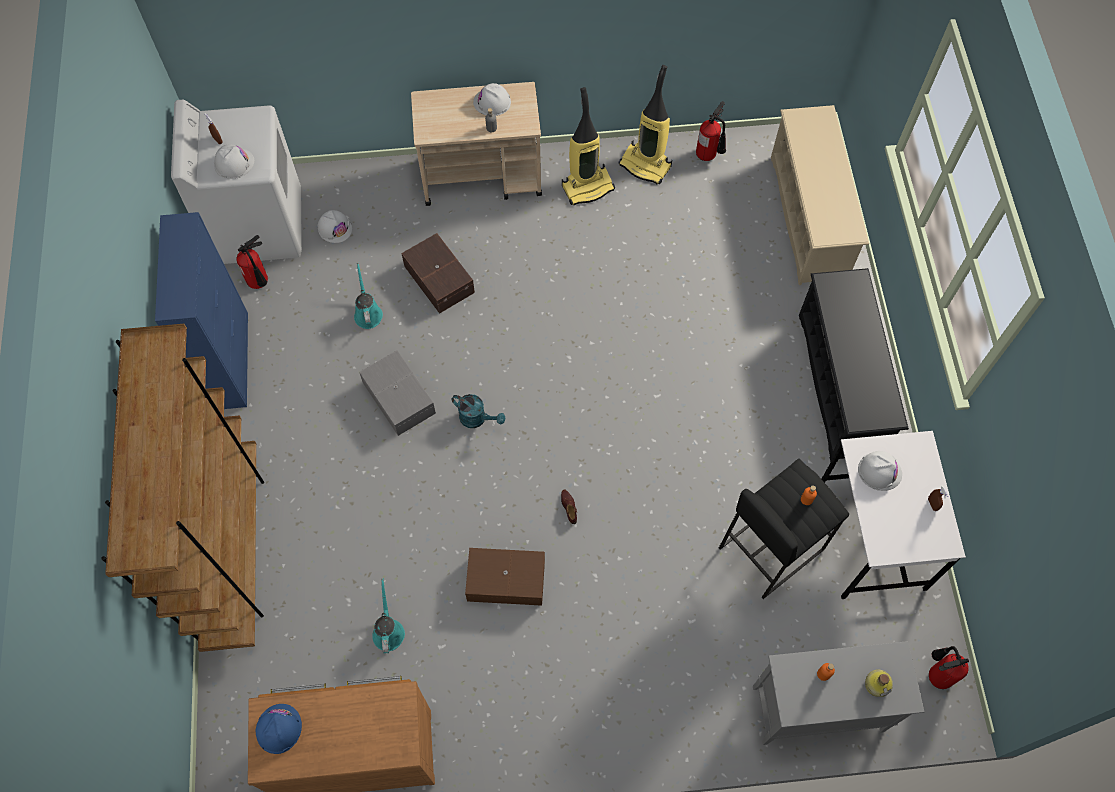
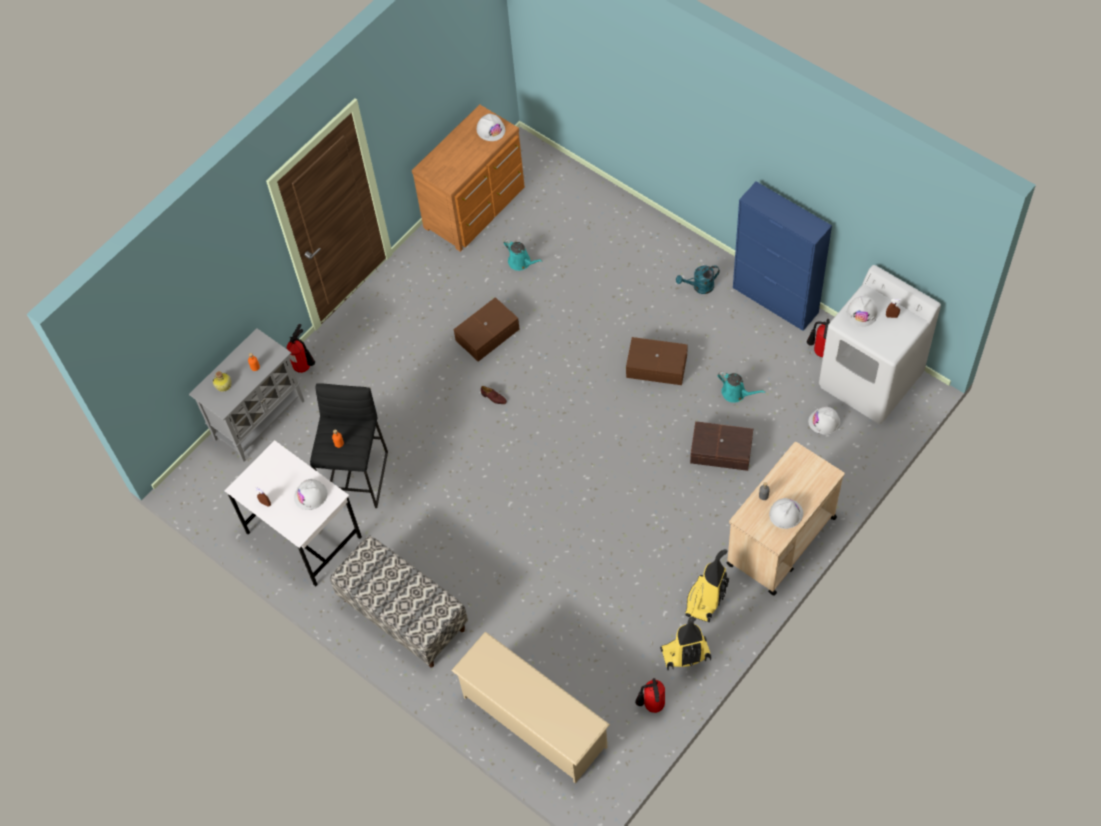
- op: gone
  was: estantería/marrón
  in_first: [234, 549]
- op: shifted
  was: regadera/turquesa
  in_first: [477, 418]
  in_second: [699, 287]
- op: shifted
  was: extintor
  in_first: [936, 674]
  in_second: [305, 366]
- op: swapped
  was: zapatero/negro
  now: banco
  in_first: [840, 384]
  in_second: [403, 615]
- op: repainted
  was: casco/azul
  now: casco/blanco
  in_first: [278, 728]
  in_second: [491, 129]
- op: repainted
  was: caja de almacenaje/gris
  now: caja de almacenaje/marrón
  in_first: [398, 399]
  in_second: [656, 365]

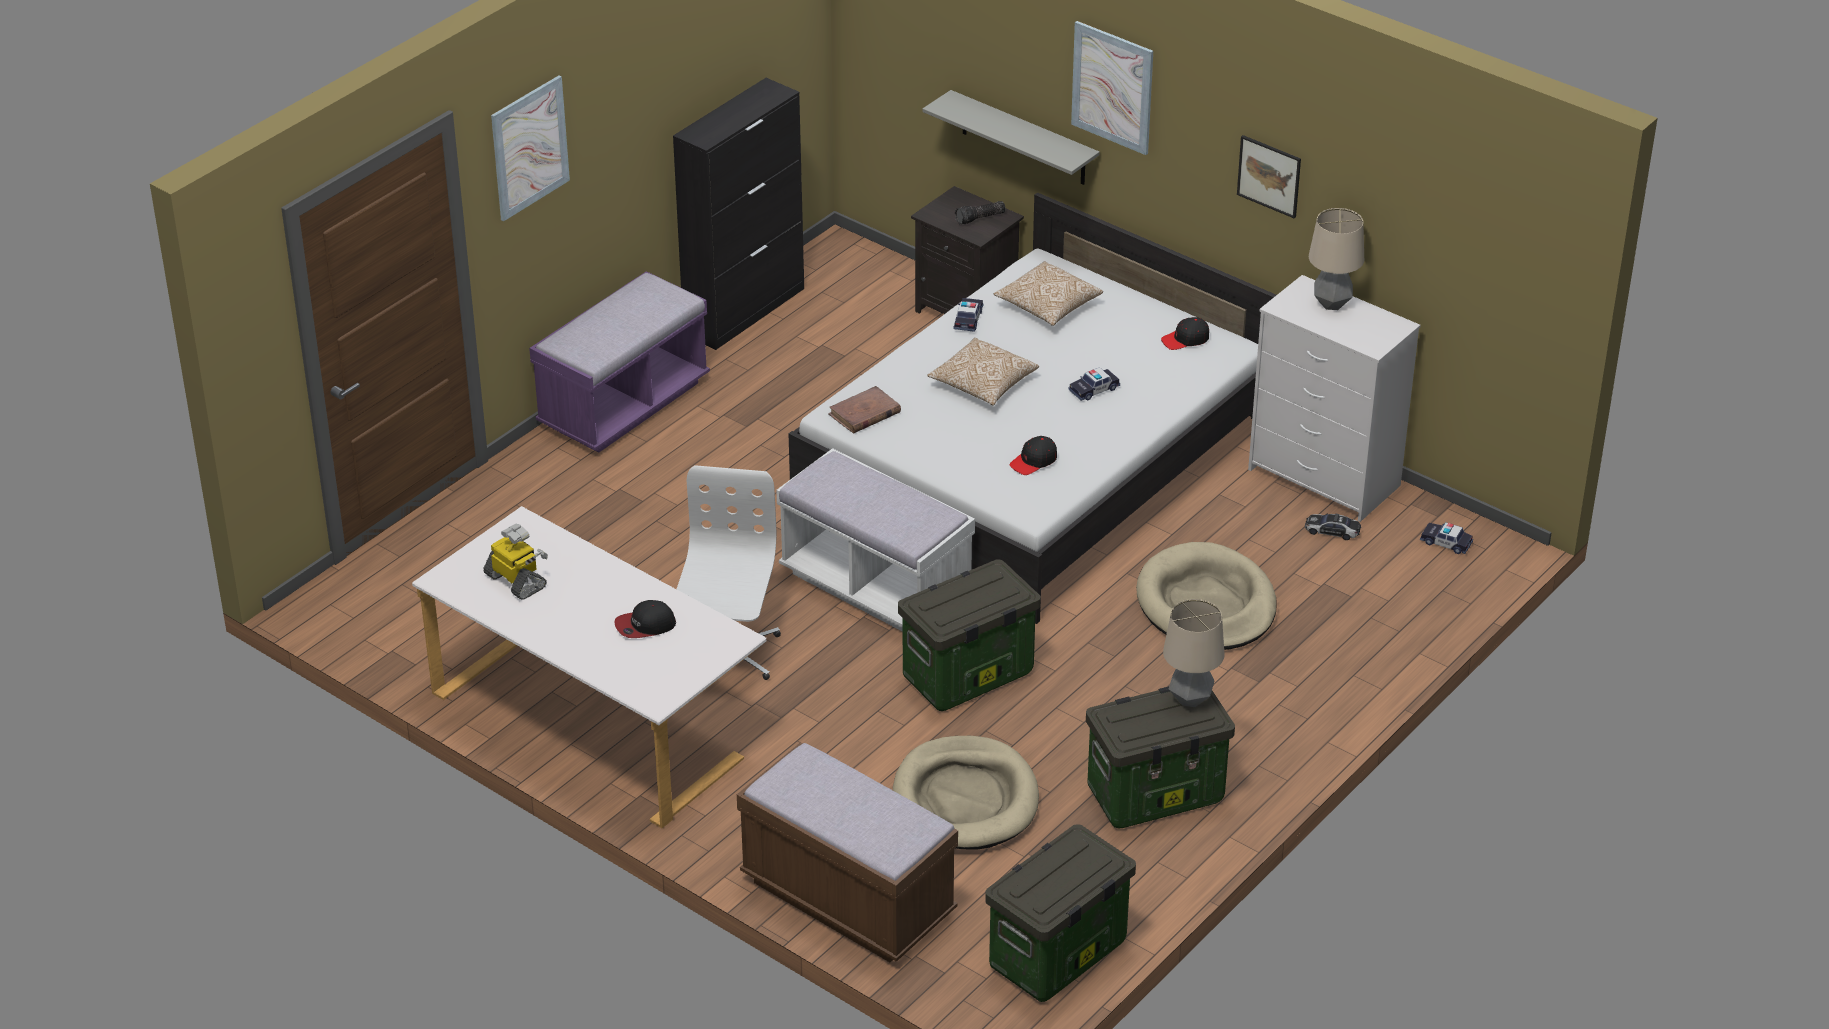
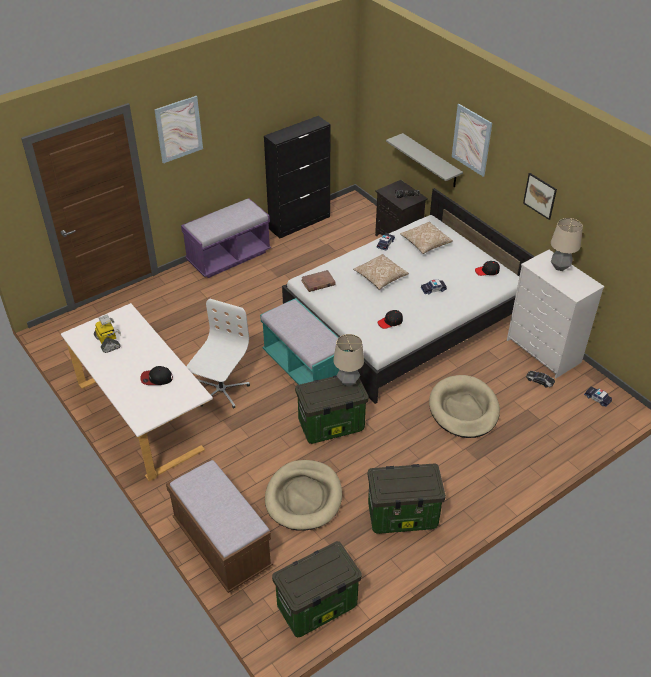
- op: shifted
  was: lámpara de mesa
  in_first: [1191, 699]
  in_second: [348, 382]
- op: repainted
  was: banco/blanco
  now: banco/turquesa
  in_first: [876, 587]
  in_second: [305, 369]

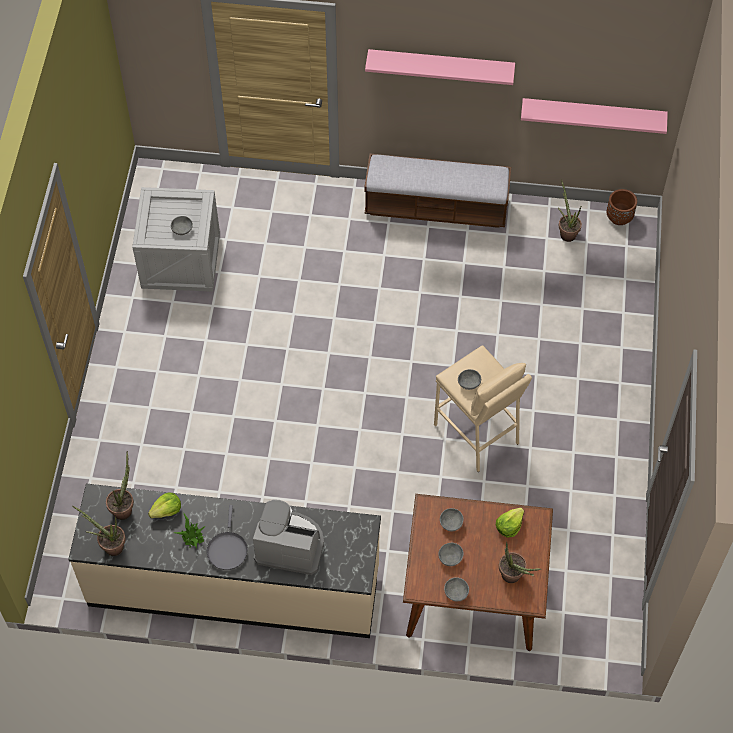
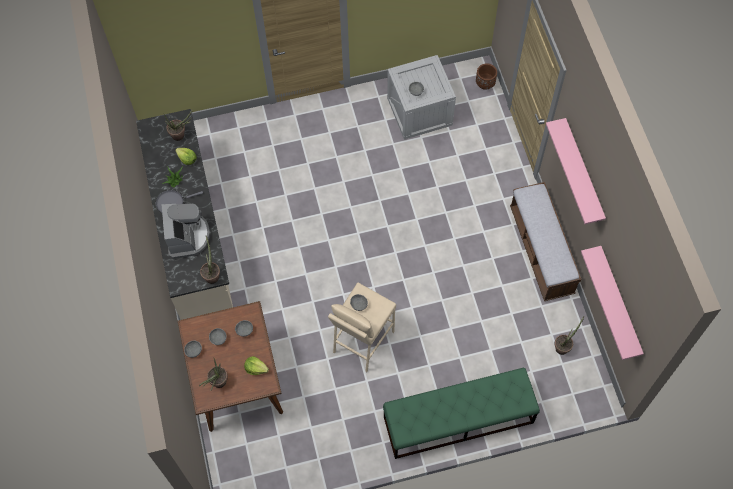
- op: new
  now: banco/verde
  in_second: [458, 420]
- op: shifted
  was: planta en maceta
  in_first: [110, 546]
  in_second: [212, 274]
- op: shifted
  was: maceta/marrón
  in_first: [619, 217]
  in_second: [485, 83]

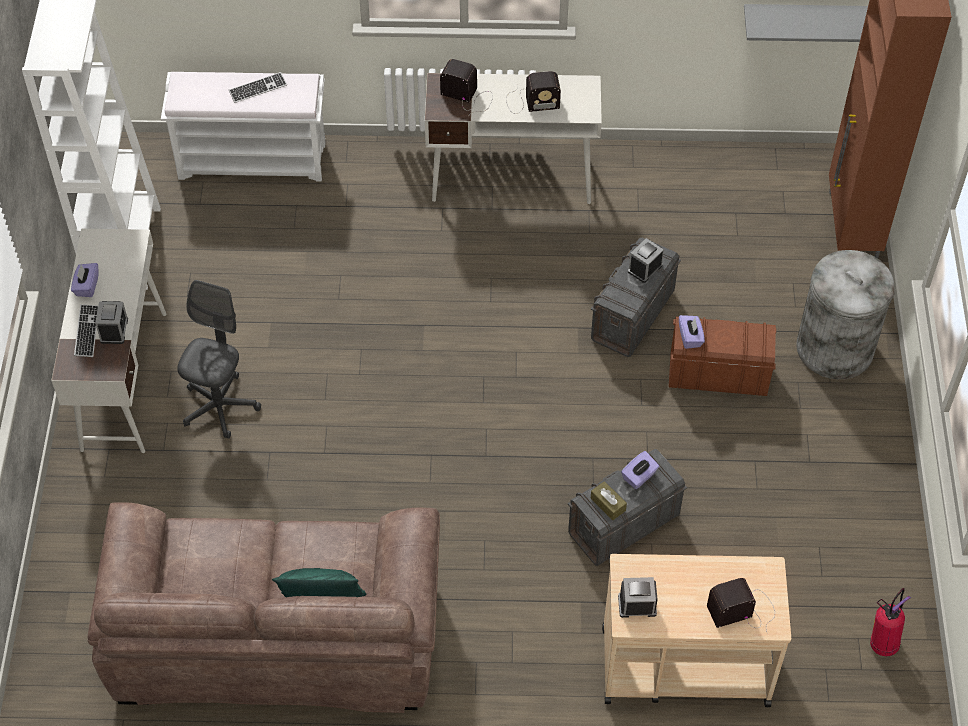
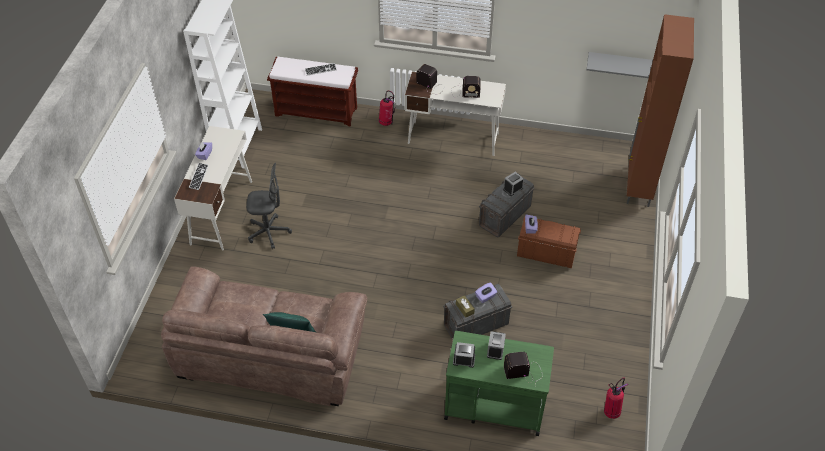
- op: gone
  was: papelera/gris
  in_first: [835, 348]
- op: new
  now: extintor
  in_second: [386, 123]
- op: shifted
  was: despertador
  in_first: [114, 330]
  in_second: [495, 350]
- op: repainted
  was: banco/blanco
  now: banco/marrón
  in_first: [254, 160]
  in_second: [317, 111]
- op: repainted
  was: carrito/beis
  now: carrito/verde
  in_first: [683, 665]
  in_second: [493, 405]
- op: rotated
  was: silla de oficina/gris
  in_first: [220, 407]
  in_second: [269, 232]
  clockwise: 60

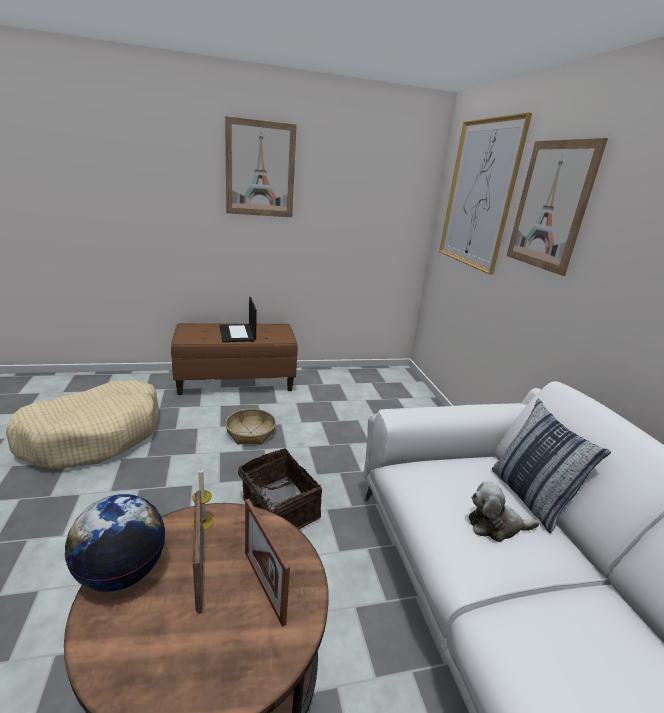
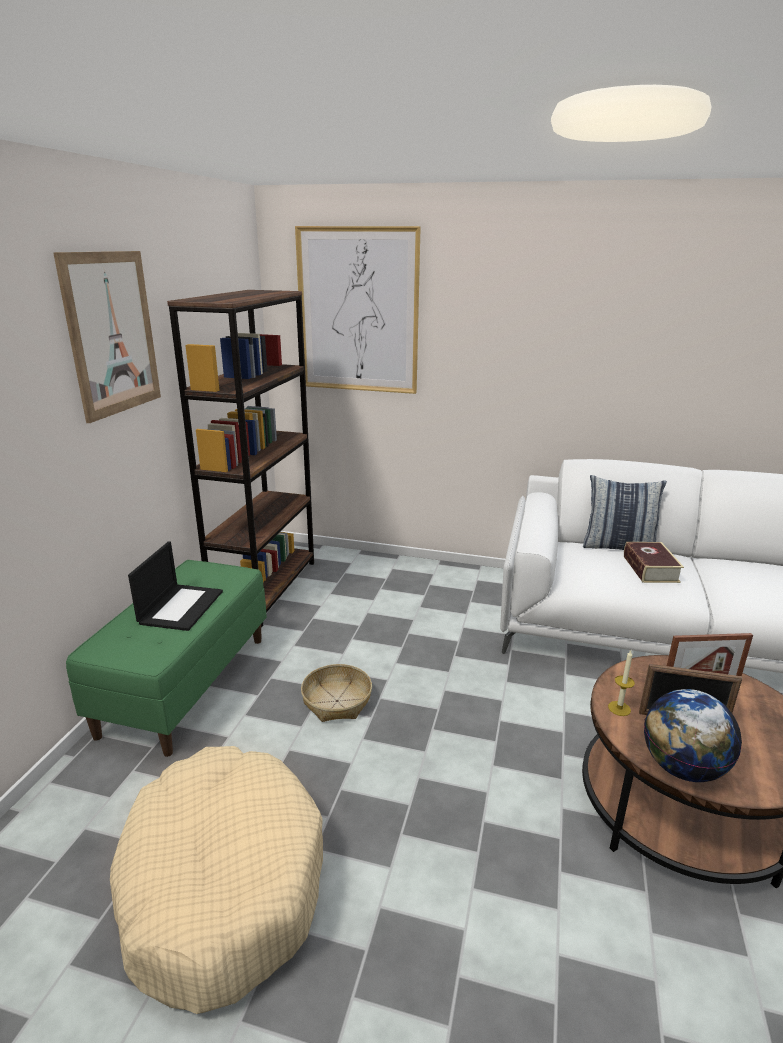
- op: gone
  was: cesta
  in_first: [278, 509]
- op: gone
  was: cuadro
  in_first: [550, 206]
- op: new
  now: estantería/marrón
  in_second: [266, 588]
- op: swapped
  was: peluche
  now: libro
  in_first: [496, 525]
  in_second: [650, 569]
- op: repainted
  was: banco/marrón
  now: banco/verde
  in_first: [236, 381]
  in_second: [186, 683]
- op: rotated
  was: portátil
  in_first: [237, 333]
  in_second: [181, 607]
  clockwise: -90

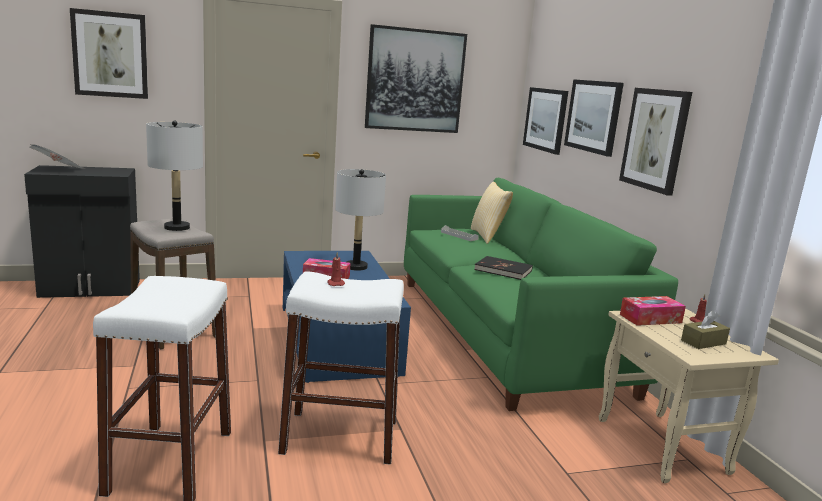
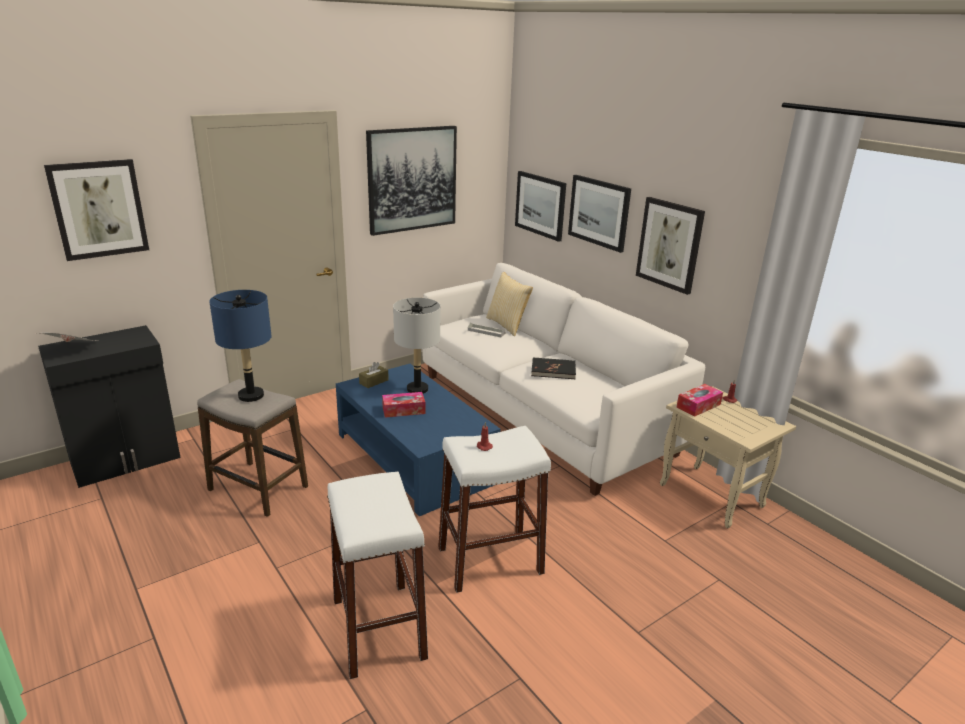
- op: shifted
  was: caja de pañuelos/marrón
  in_first: [703, 342]
  in_second: [374, 381]
- op: repainted
  was: lámpara de mesa/gris
  now: lámpara de mesa/azul
  in_first: [177, 228]
  in_second: [251, 396]
- op: repainted
  was: sofá/verde
  now: sofá/blanco
  in_first: [504, 332]
  in_second: [542, 412]

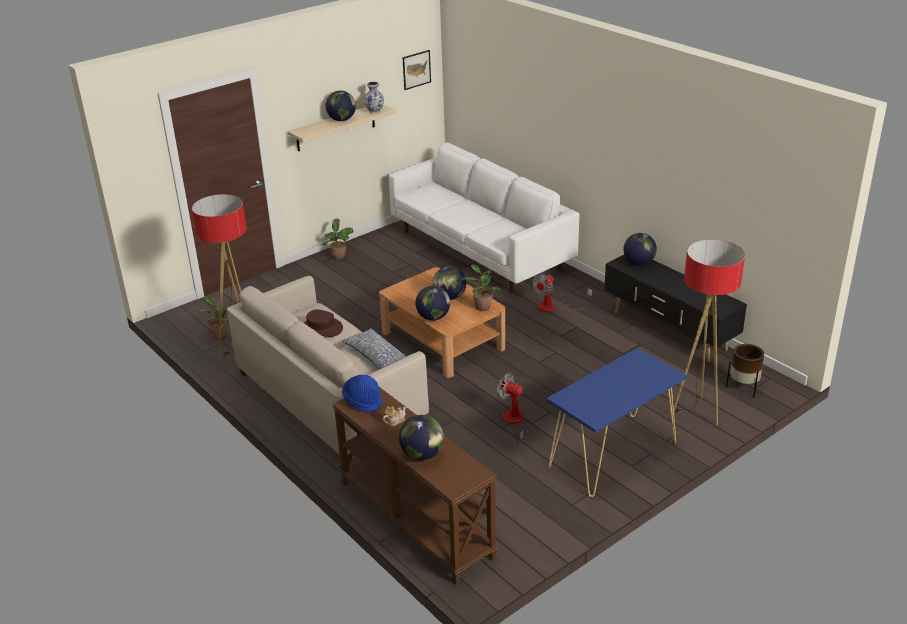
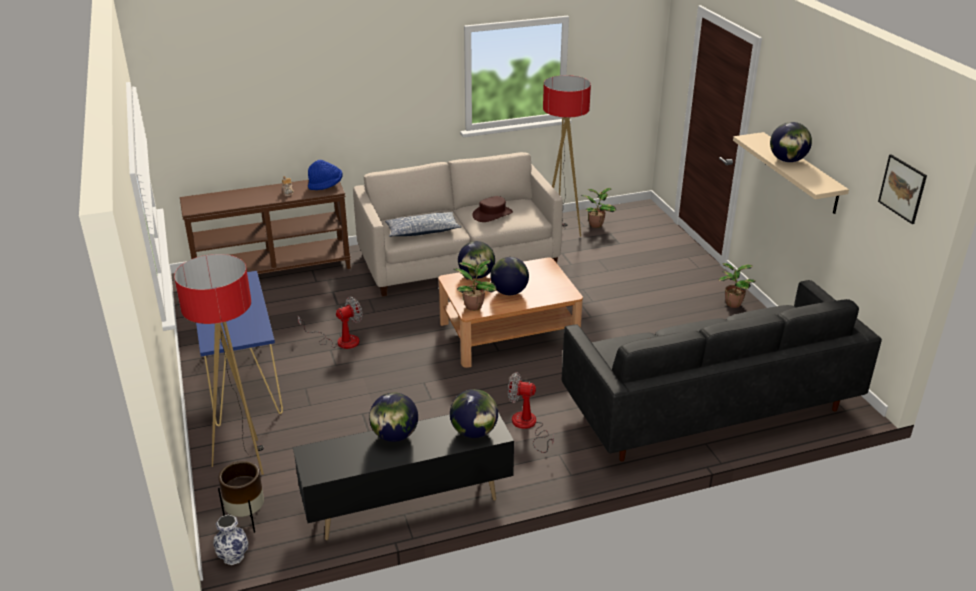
- op: shifted
  was: florero
  in_first: [374, 111]
  in_second: [233, 556]
- op: shifted
  was: globo terráqueo
  in_first: [422, 455]
  in_second: [394, 436]
- op: repainted
  was: sofá/blanco
  now: sofá/negro
  in_first: [480, 251]
  in_second: [707, 407]
- op: rotated
  was: ventilador
  in_first: [553, 307]
  in_second: [528, 426]
  clockwise: -45

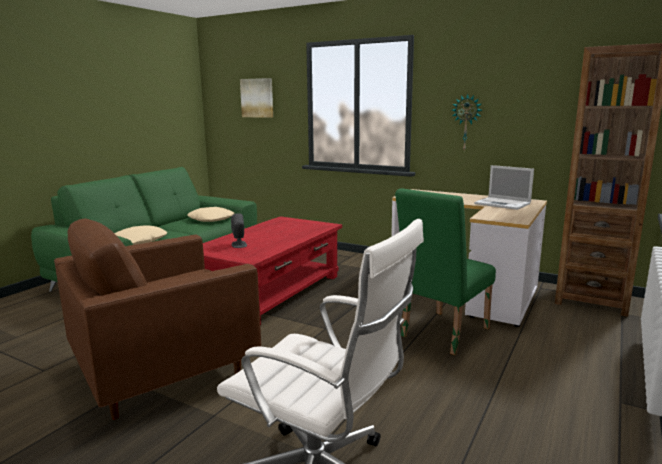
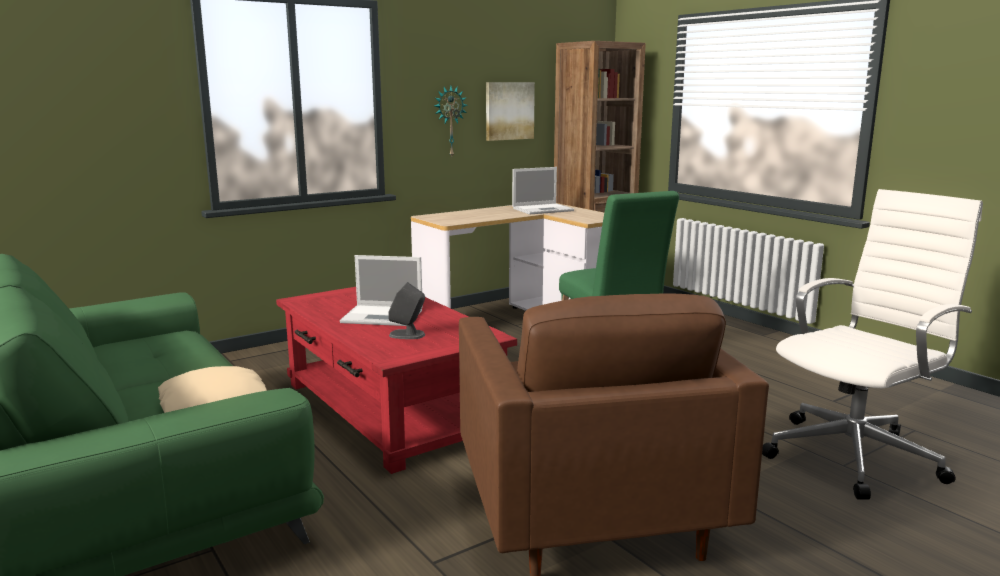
- op: gone
  was: cojín/beis
  in_first: [211, 219]
- op: new
  now: portátil
  in_second: [384, 316]
- op: shifted
  was: cuadro
  in_first: [257, 98]
  in_second: [509, 111]

